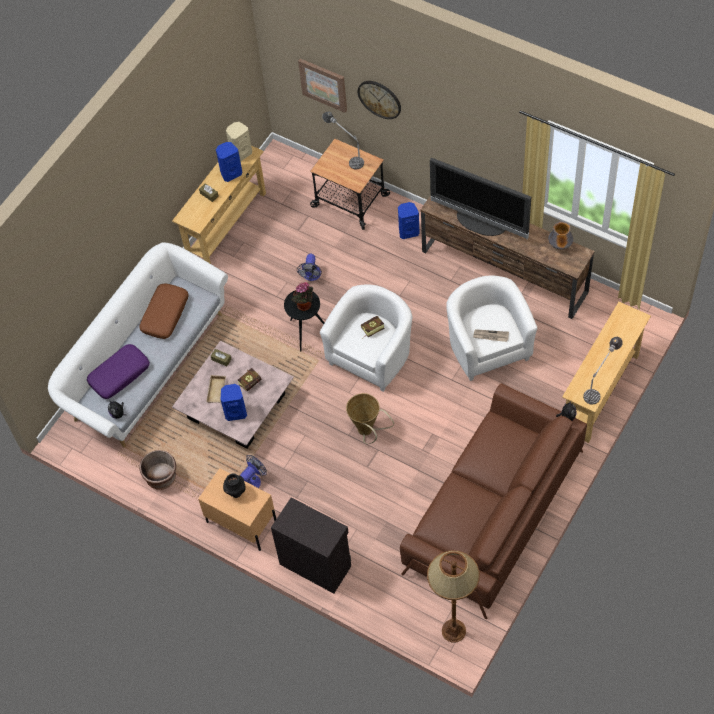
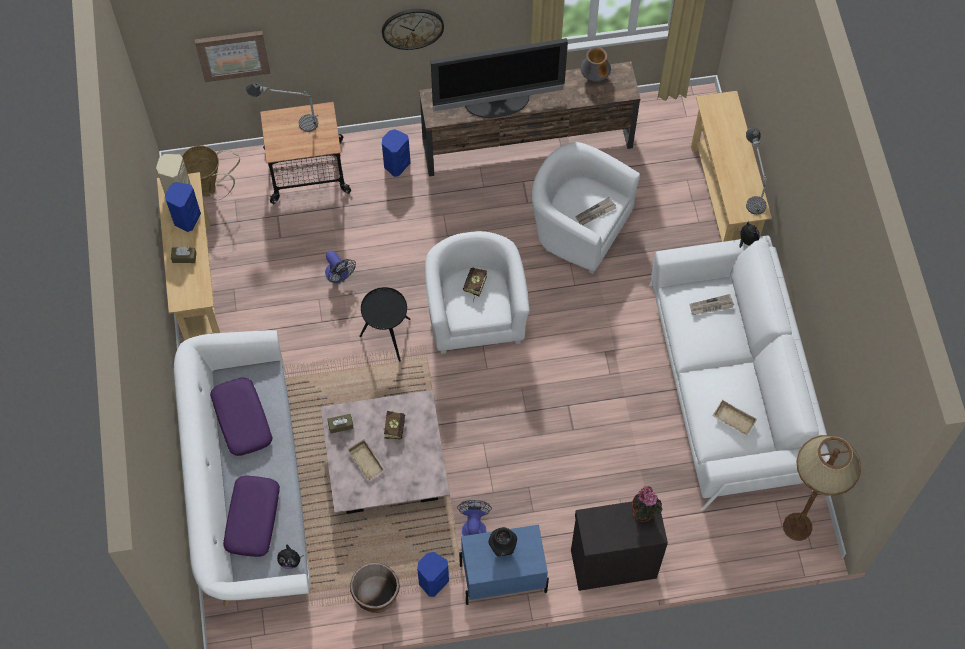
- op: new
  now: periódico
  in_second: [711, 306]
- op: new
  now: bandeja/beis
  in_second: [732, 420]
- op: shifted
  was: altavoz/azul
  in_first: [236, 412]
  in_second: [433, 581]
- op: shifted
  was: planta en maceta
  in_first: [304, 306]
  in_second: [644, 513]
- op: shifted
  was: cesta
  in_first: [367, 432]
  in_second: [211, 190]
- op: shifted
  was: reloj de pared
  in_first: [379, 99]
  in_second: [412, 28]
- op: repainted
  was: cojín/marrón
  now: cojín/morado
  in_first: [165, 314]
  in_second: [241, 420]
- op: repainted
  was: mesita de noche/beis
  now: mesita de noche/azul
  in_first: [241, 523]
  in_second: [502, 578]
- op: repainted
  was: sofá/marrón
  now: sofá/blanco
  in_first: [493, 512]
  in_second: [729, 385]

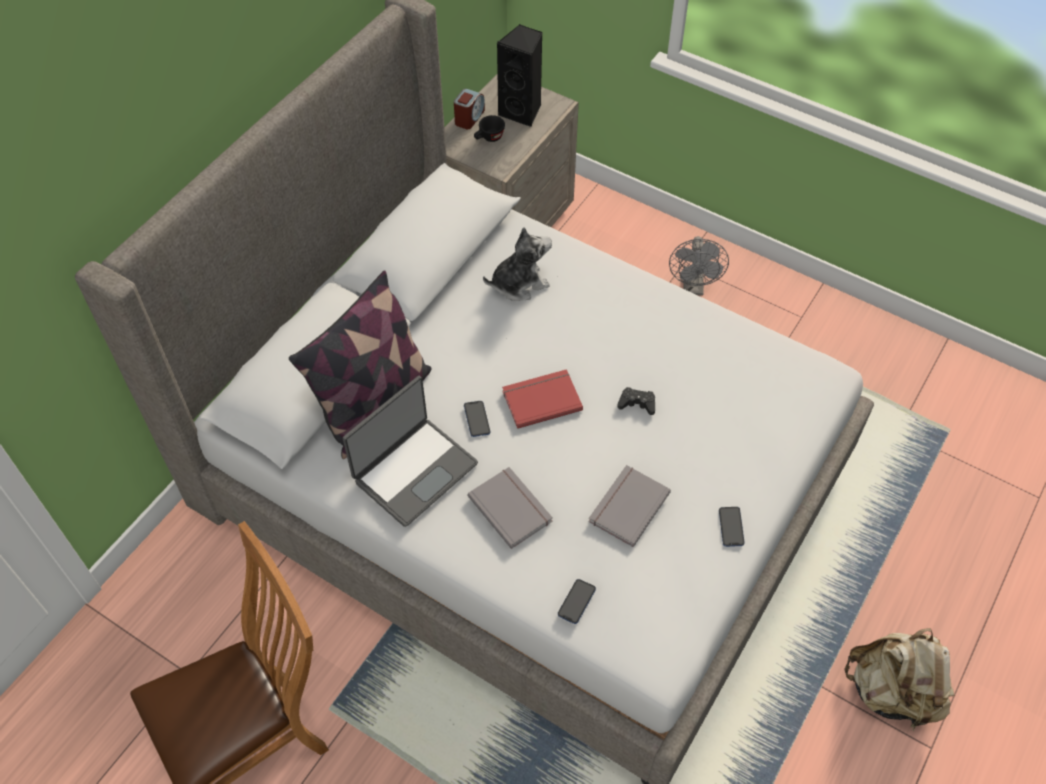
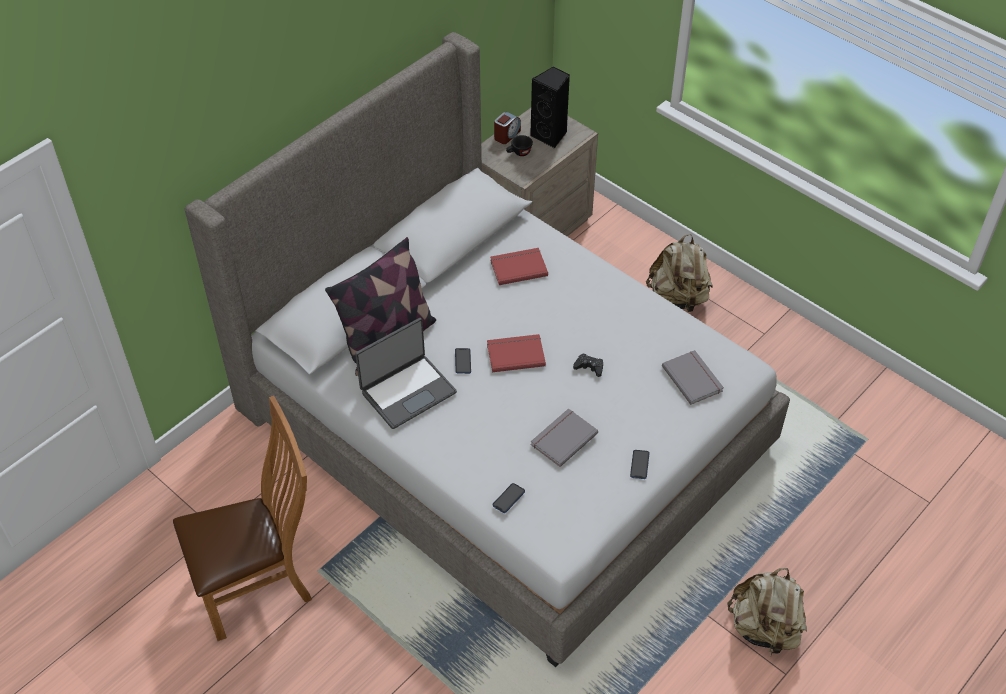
- op: shifted
  was: libro/gris
  in_first: [511, 507]
  in_second: [693, 378]
- op: swapped
  was: peluche
  now: libro/rojo
  in_first: [519, 283]
  in_second: [518, 267]
- op: swapped
  was: ventilador/gris
  now: mochila/beis
  in_first: [693, 287]
  in_second: [678, 298]

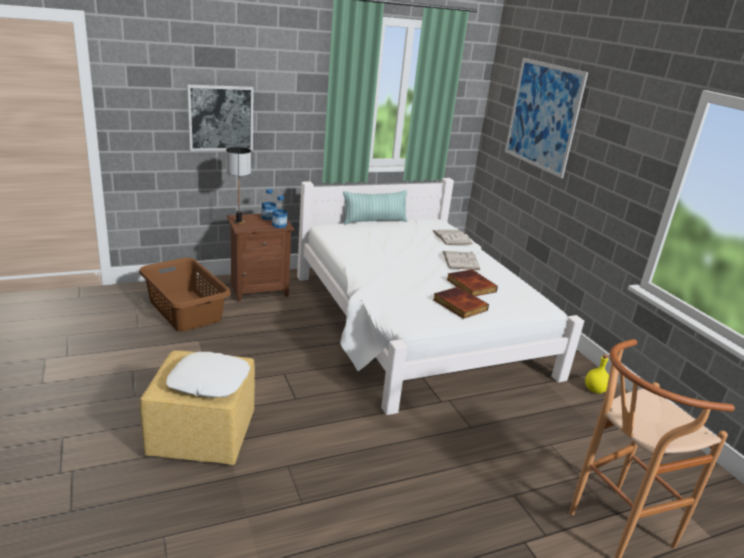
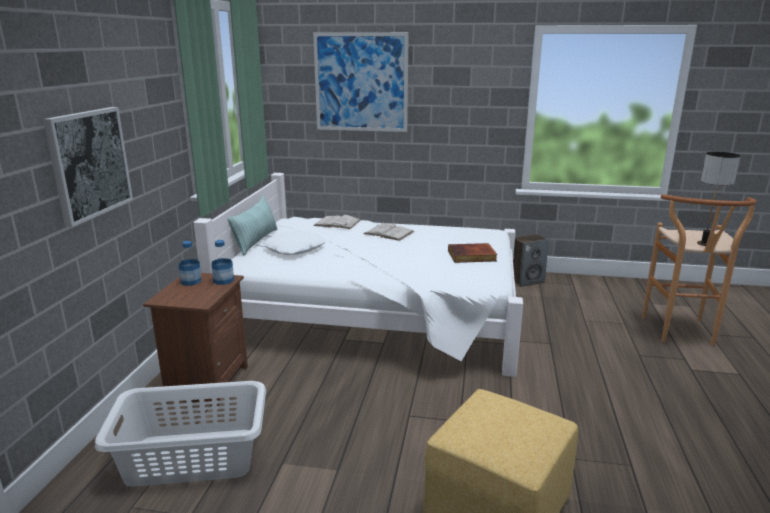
- op: gone
  was: libro
  in_first: [470, 285]
- op: shifted
  was: cojín/blanco
  in_first: [209, 382]
  in_second: [295, 249]
- op: shifted
  was: lámpara de mesa
  in_first: [238, 222]
  in_second: [704, 244]
- op: swapped
  was: botella/amarillo
  now: altavoz
  in_first: [595, 390]
  in_second: [526, 280]
- op: repainted
  was: cesto de la ropa/marrón
  now: cesto de la ropa/blanco
  in_first: [185, 310]
  in_second: [192, 456]

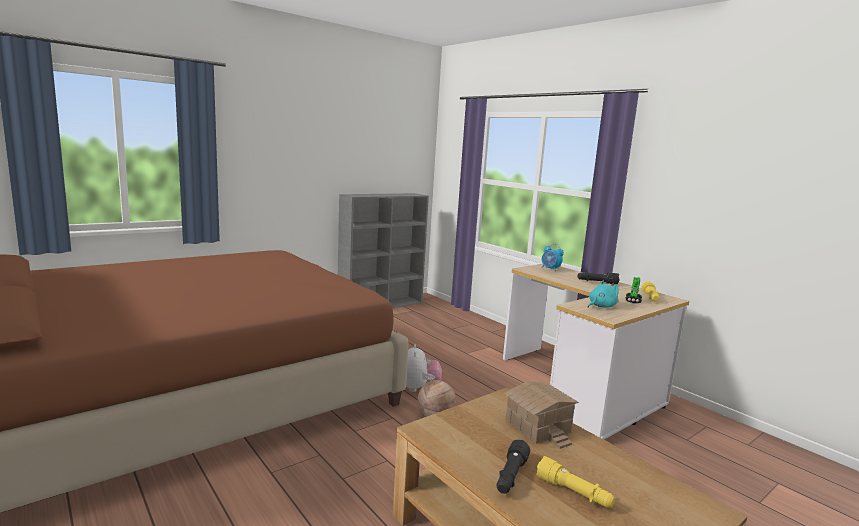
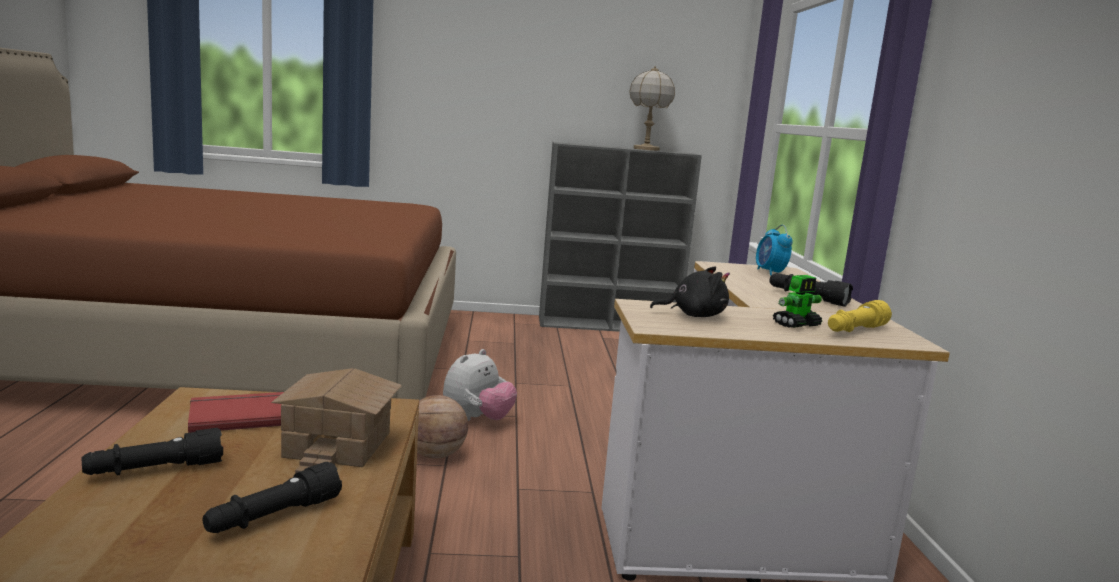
- op: gone
  was: linterna/amarillo
  in_first: [574, 493]
- op: new
  now: libro/rojo
  in_second: [241, 415]
- op: new
  now: linterna/negro
  in_second: [273, 517]
- op: new
  now: lámpara de mesa
  in_second: [646, 149]
- op: repainted
  was: peluche/turquesa
  now: peluche/negro
  in_first: [601, 306]
  in_second: [694, 315]

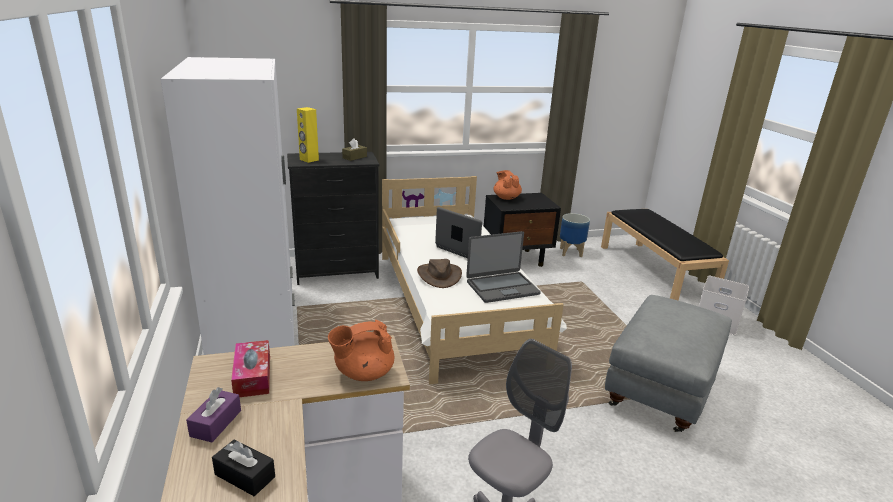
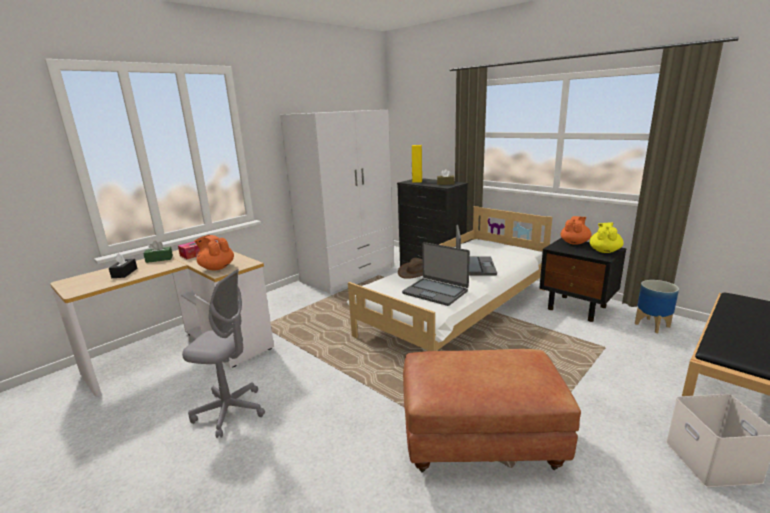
- op: new
  now: tetera/amarillo
  in_second: [604, 251]
- op: repainted
  was: caja de pañuelos/morado
  now: caja de pañuelos/verde
  in_first: [216, 423]
  in_second: [159, 259]
- op: repainted
  was: puf/gris
  now: puf/marrón
  in_first: [661, 391]
  in_second: [480, 445]

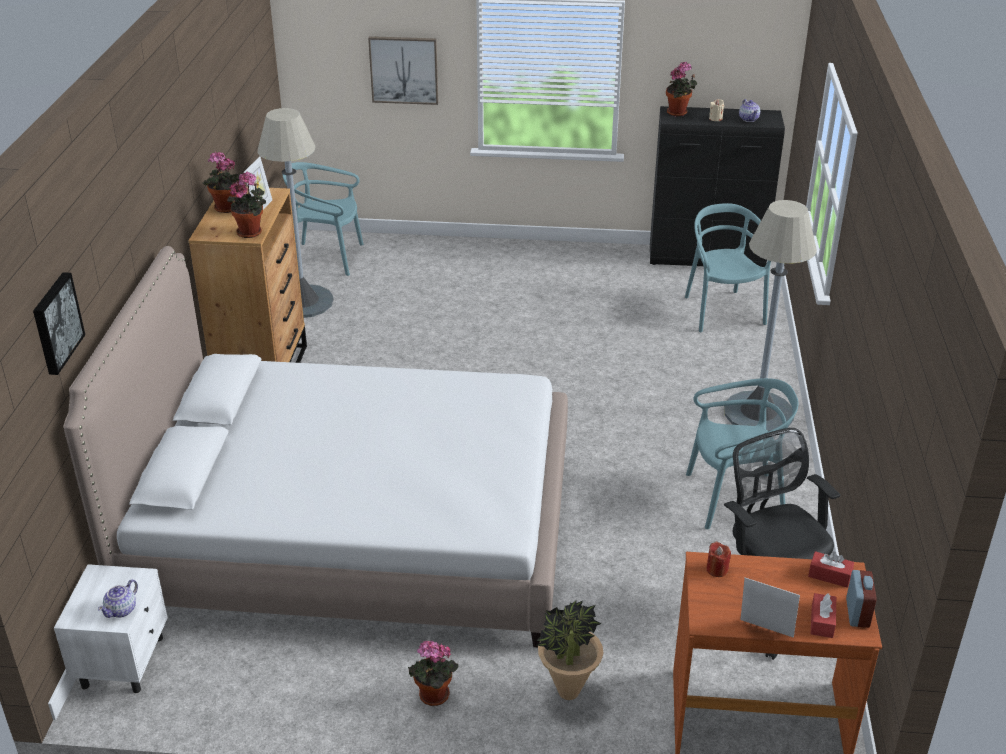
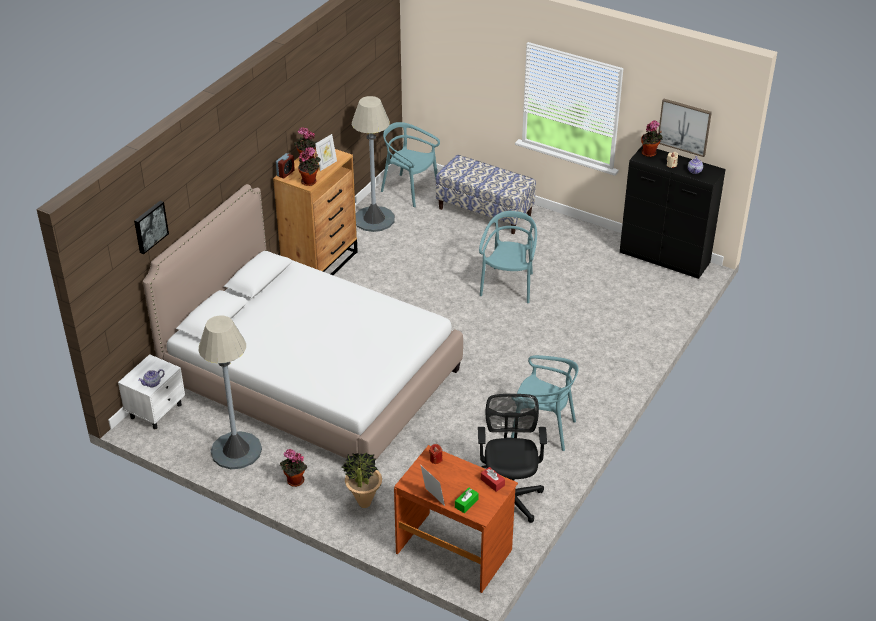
- op: new
  now: banco
  in_second: [485, 212]
- op: shifted
  was: cuadro
  in_first: [404, 70]
  in_second: [684, 127]
- op: shifted
  was: silla/turquesa
  in_first: [722, 312]
  in_second: [508, 285]
- op: shifted
  was: lámpara de pie/gris
  in_first: [758, 413]
  in_second: [236, 450]
- op: shifted
  was: despertador
  in_first: [857, 613]
  in_second: [285, 173]
- op: repainted
  was: caja de pañuelos/rojo
  now: caja de pañuelos/verde
  in_first: [822, 621]
  in_second: [466, 503]

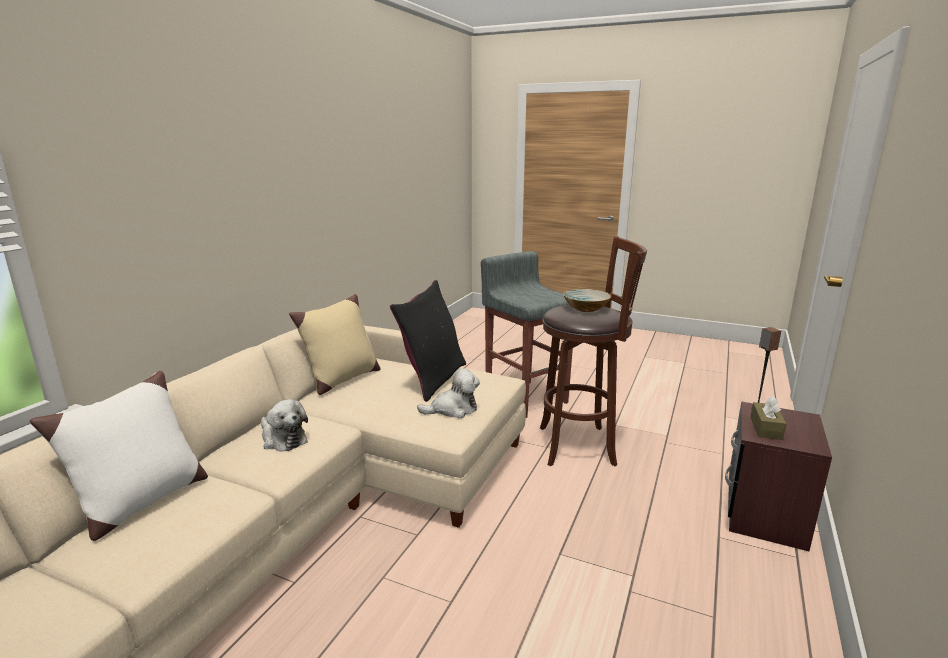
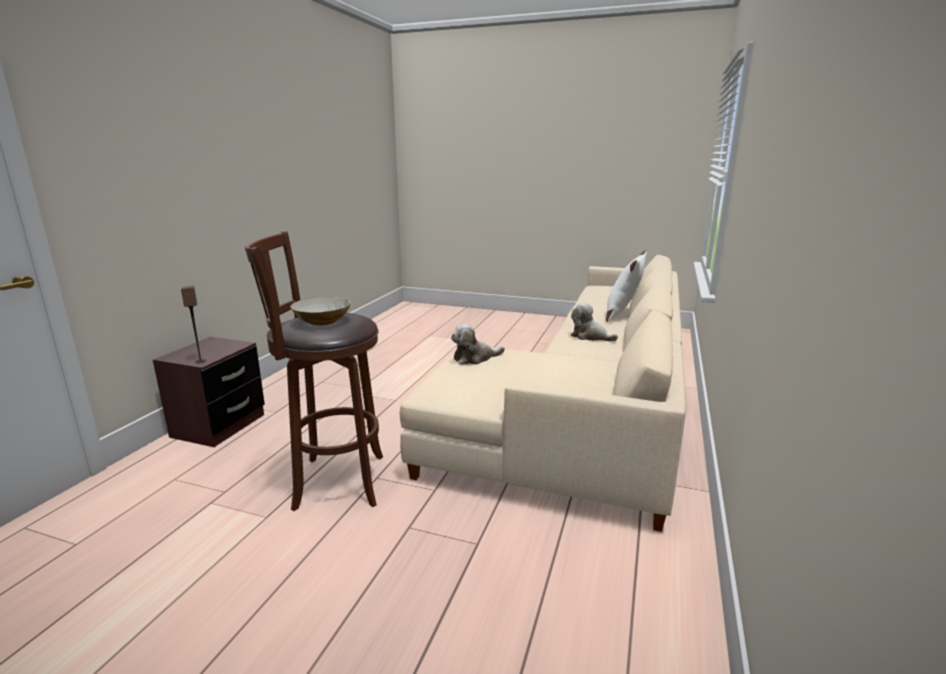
- op: gone
  was: cojín/beis
  in_first: [341, 379]
- op: gone
  was: cojín/negro
  in_first: [432, 379]
- op: gone
  was: taburete/gris
  in_first: [526, 398]
- op: gone
  was: caja de pañuelos/marrón
  in_first: [766, 428]

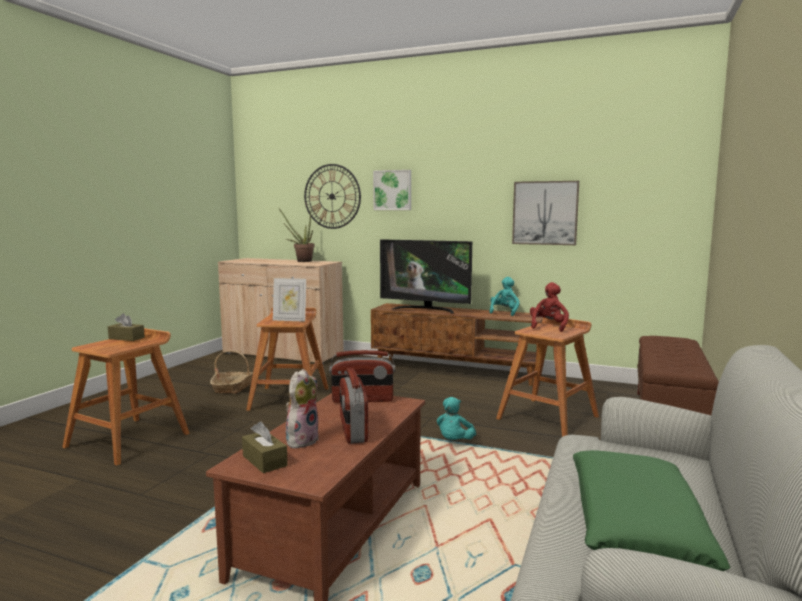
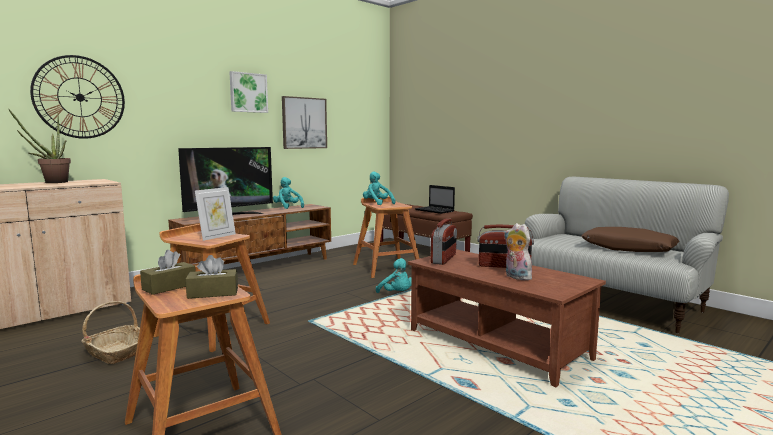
- op: new
  now: portátil
  in_second: [435, 211]
- op: shifted
  was: caja de pañuelos/marrón
  in_first: [264, 461]
  in_second: [213, 293]
- op: shifted
  was: cuadro
  in_first: [393, 190]
  in_second: [248, 92]
- op: repainted
  was: peluche/rojo
  now: peluche/turquesa
  in_first: [548, 327]
  in_second: [377, 203]
- op: repainted
  was: cojín/verde
  now: cojín/marrón
  in_first: [635, 523]
  in_second: [628, 249]

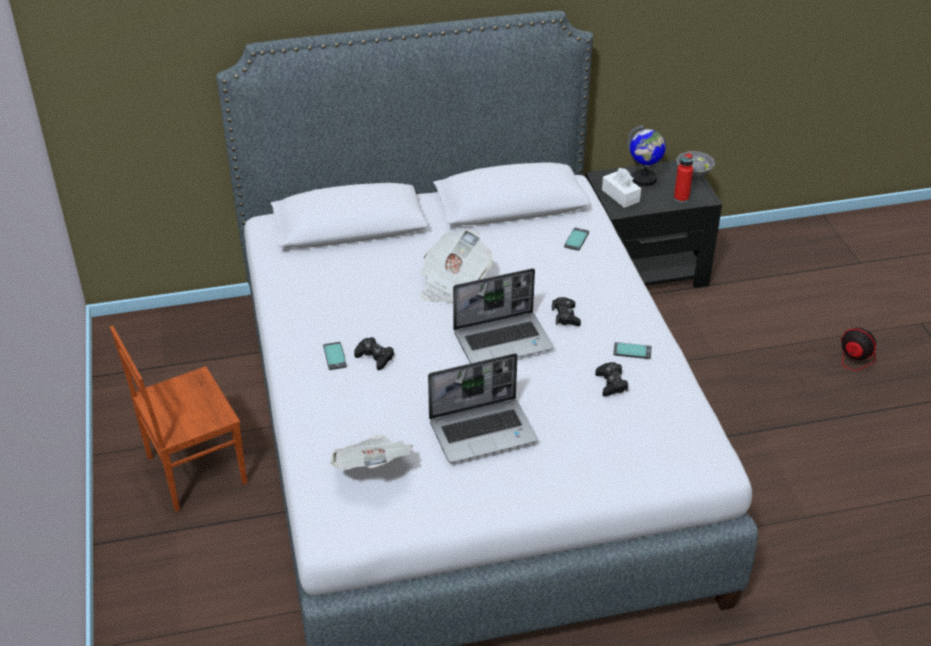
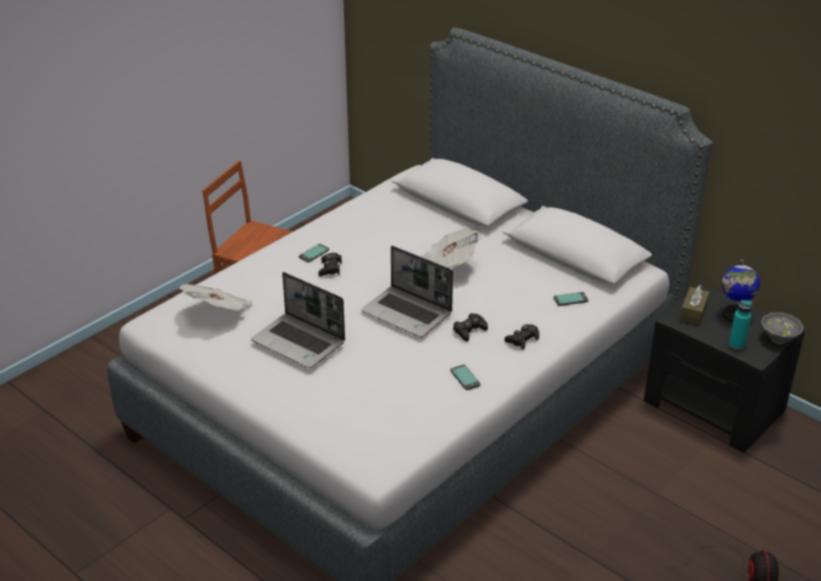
- op: shifted
  was: mando de consola/negro
  in_first: [611, 383]
  in_second: [522, 339]
- op: repainted
  was: caja de pañuelos/blanco
  now: caja de pañuelos/marrón
  in_first: [620, 196]
  in_second: [693, 312]
- op: repainted
  was: botella/rojo
  now: botella/turquesa
  in_first: [681, 198]
  in_second: [736, 344]

